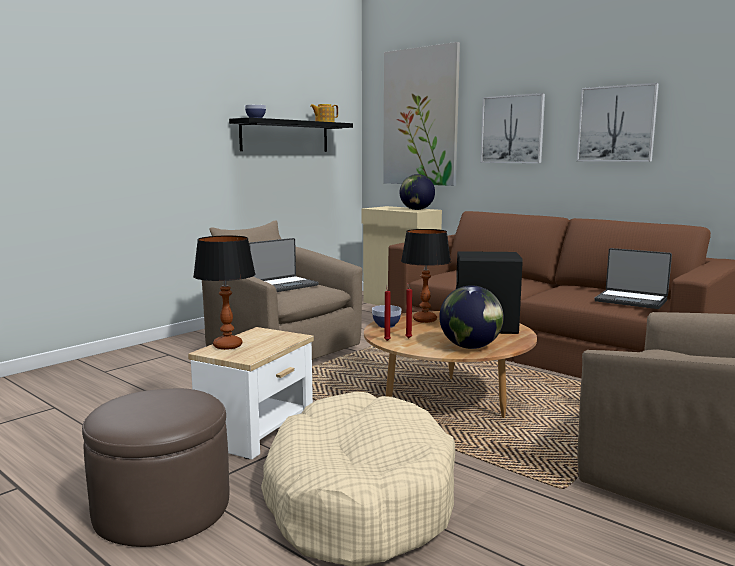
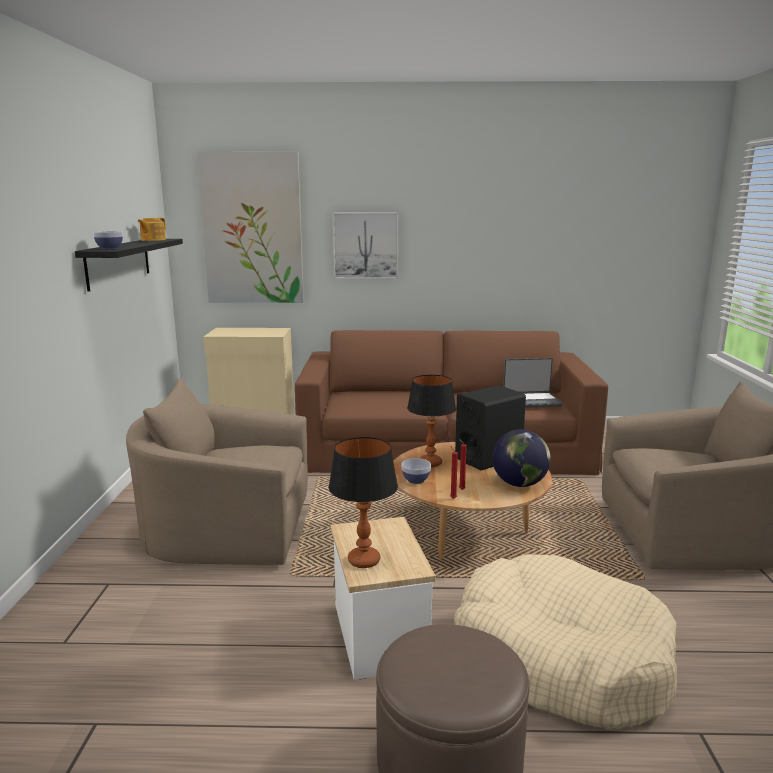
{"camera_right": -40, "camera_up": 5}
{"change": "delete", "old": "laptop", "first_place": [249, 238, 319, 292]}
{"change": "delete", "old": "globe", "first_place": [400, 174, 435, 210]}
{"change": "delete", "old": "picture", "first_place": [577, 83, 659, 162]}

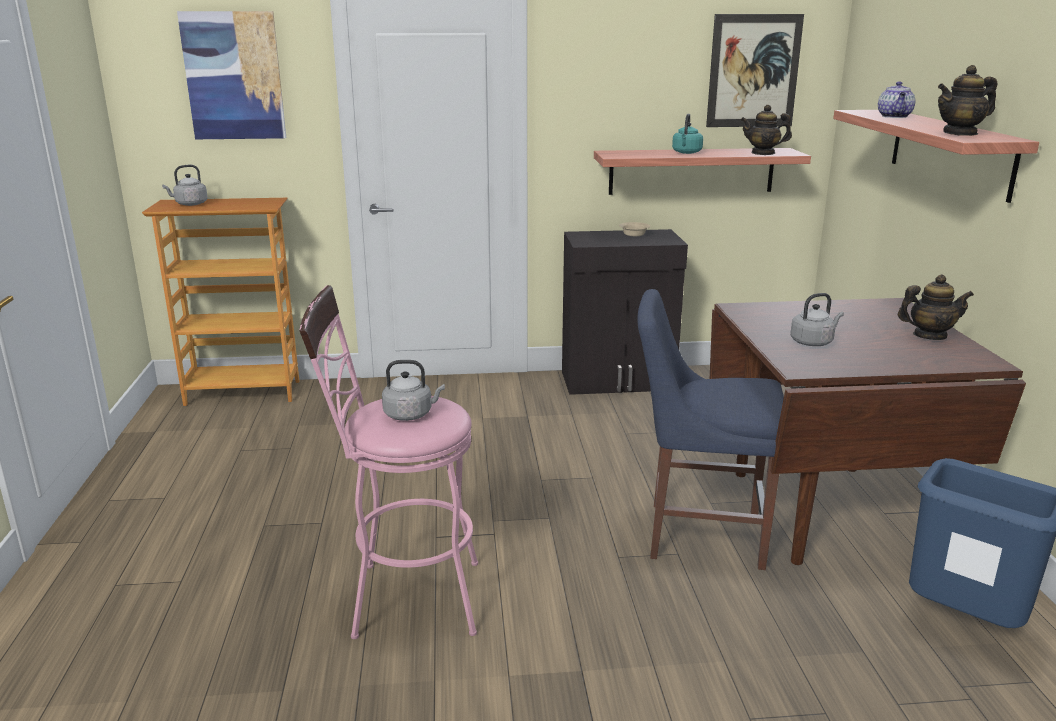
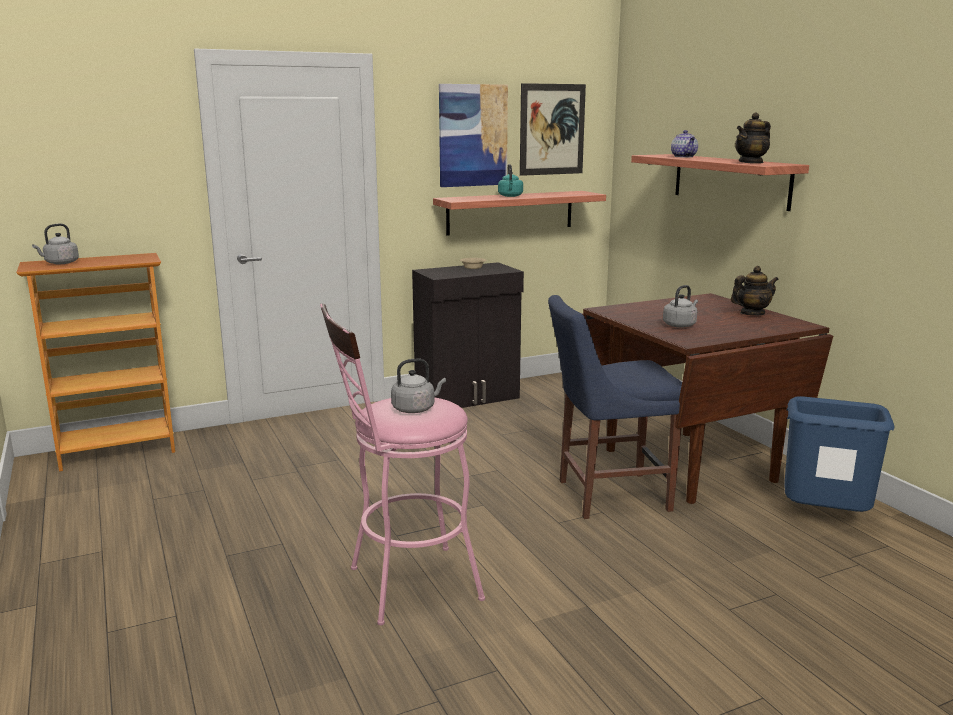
{"camera_right": -20, "camera_up": -5}
{"change": "move", "old": "picture", "first_place": [177, 11, 286, 139], "second_place": [439, 84, 508, 187]}
{"change": "delete", "old": "teapot", "first_place": [741, 105, 792, 155]}

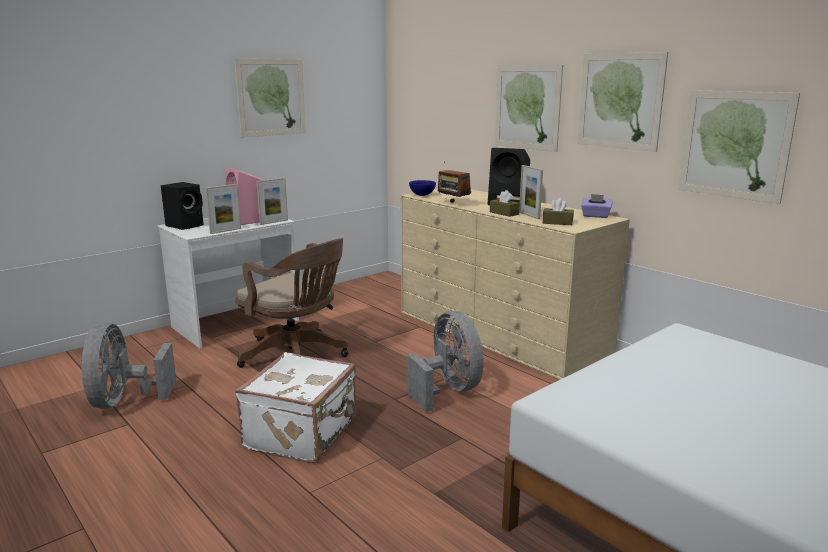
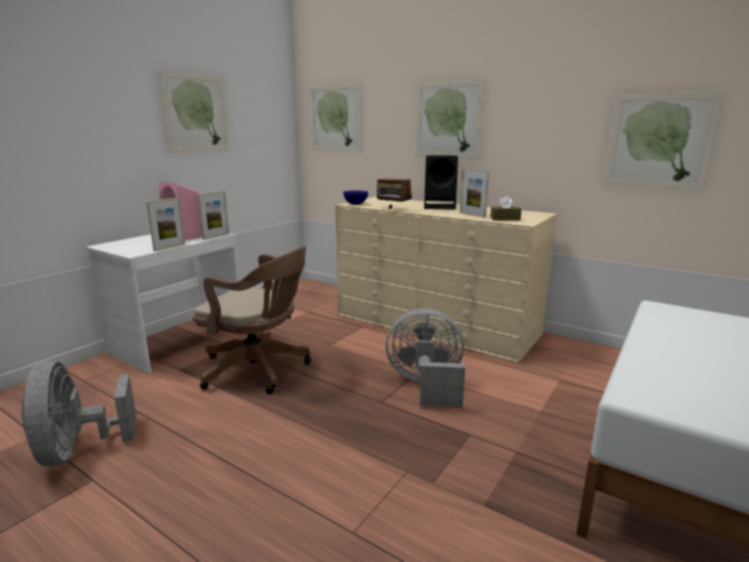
{"camera_right": -15, "camera_up": 0}
{"change": "move", "old": "picture", "first_place": [577, 52, 668, 152], "second_place": [310, 84, 361, 152]}
{"change": "rotate", "old": "fan in grey", "first_place": [408, 311, 484, 412], "second_place": [385, 308, 465, 408], "degrees": -45}
{"change": "delete", "old": "speaker in black", "first_place": [161, 182, 204, 230]}
{"change": "delete", "old": "suitcase in white", "first_place": [235, 352, 356, 463]}
{"change": "delete", "old": "tissue box in brown", "first_place": [490, 190, 520, 217]}
{"change": "delete", "old": "tissue box in purple", "first_place": [581, 194, 613, 218]}

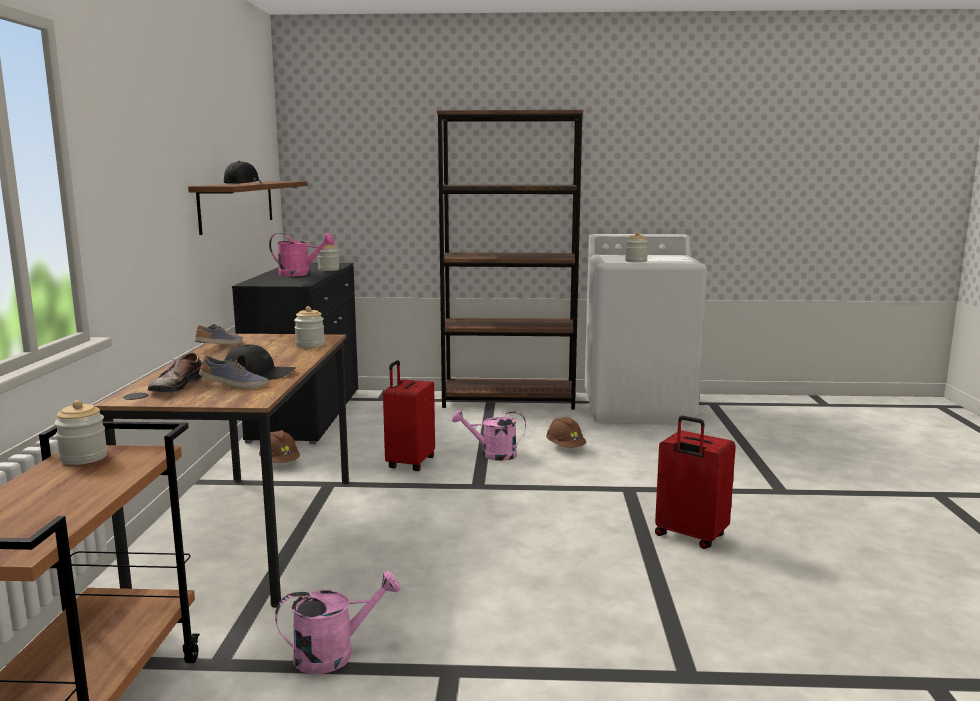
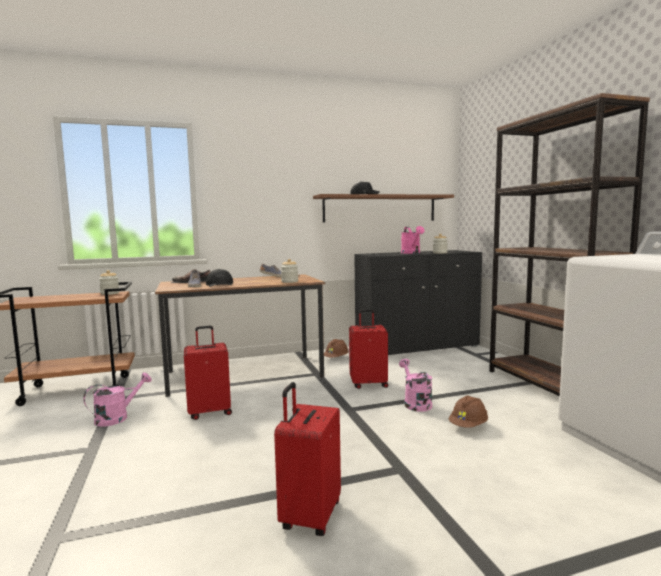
{"camera_right": 70, "camera_up": -5}
{"change": "rotate", "old": "watering can in pink", "first_place": [275, 571, 401, 674], "second_place": [83, 372, 152, 427], "degrees": -90}
{"change": "insert", "new": "suitcase in red", "second_place": [184, 326, 232, 420]}
{"change": "delete", "old": "jar", "first_place": [625, 232, 648, 263]}

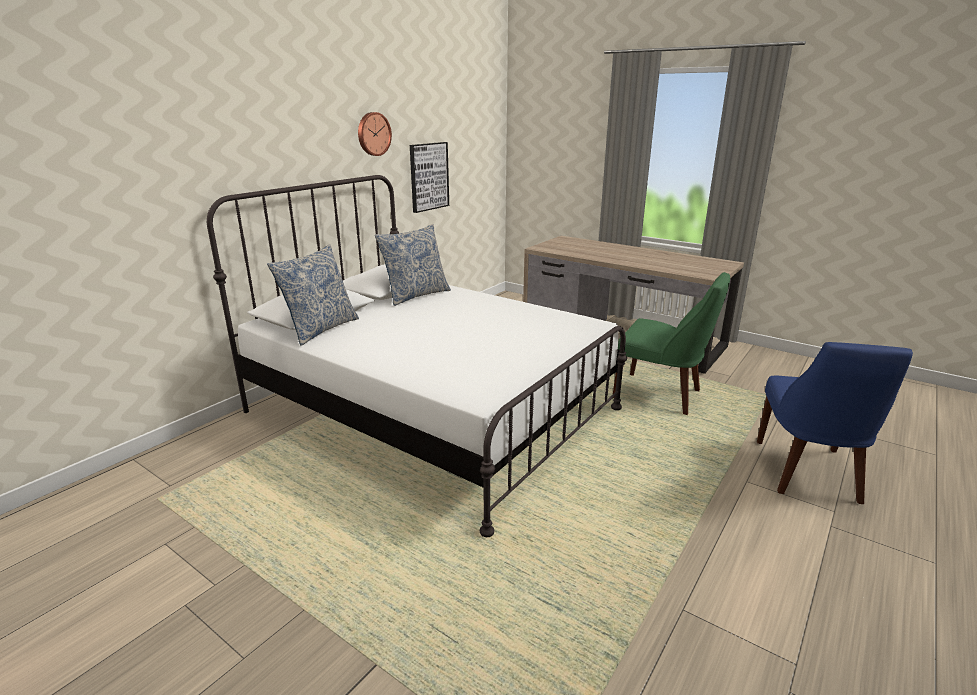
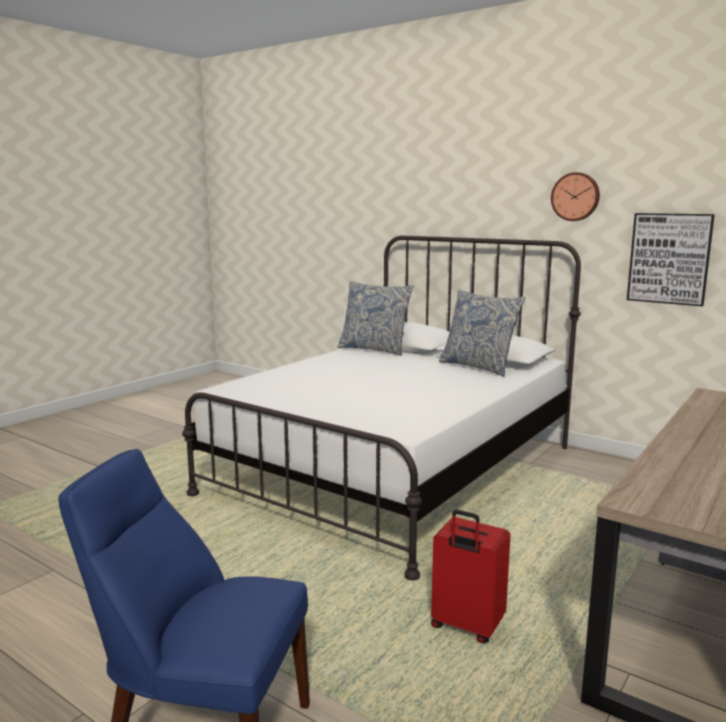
{"camera_right": 90, "camera_up": -10}
{"change": "replace", "old": "chair in green", "new": "suitcase in red", "first_place": [613, 272, 730, 415], "second_place": [431, 510, 511, 643]}

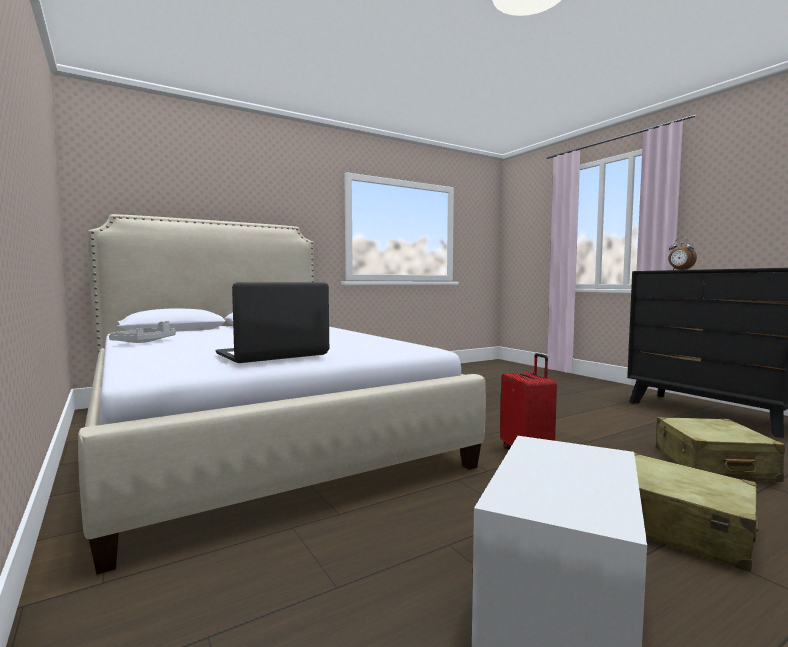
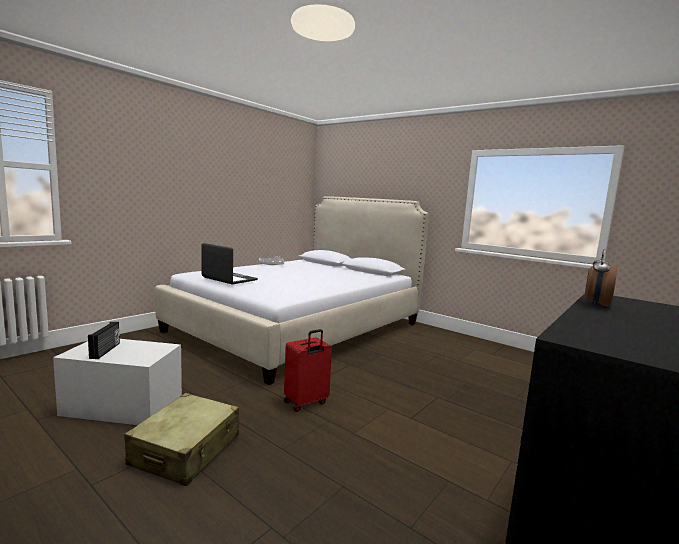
{"camera_right": 70, "camera_up": 5}
{"change": "insert", "new": "radio", "second_place": [88, 322, 120, 359]}
{"change": "delete", "old": "suitcase in beige", "first_place": [656, 417, 785, 482]}

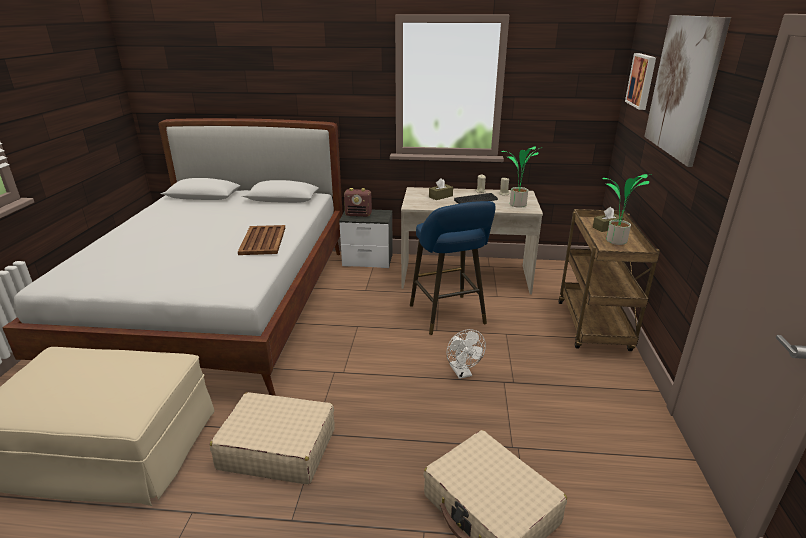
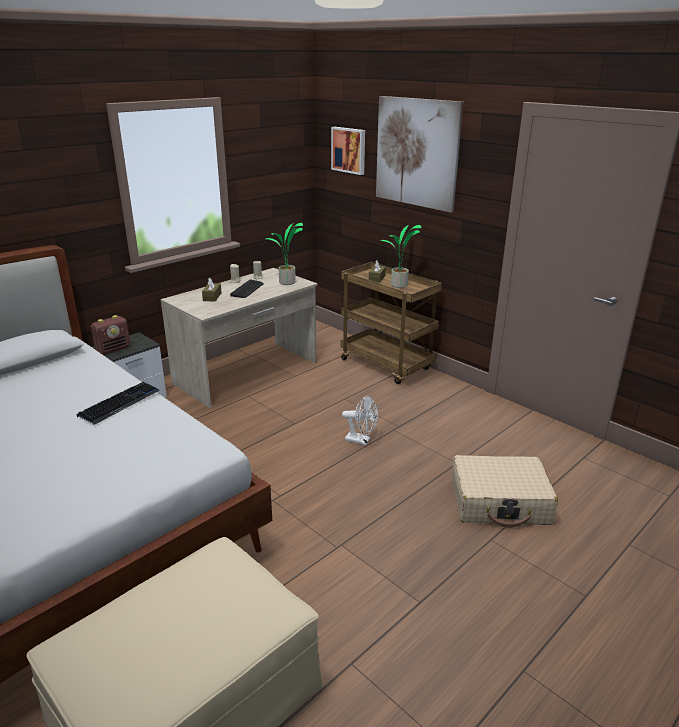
{"camera_right": -50, "camera_up": 0}
{"change": "replace", "old": "tray in brown", "new": "keyboard", "first_place": [238, 225, 285, 255], "second_place": [77, 382, 160, 425]}
{"change": "delete", "old": "suitcase in beige", "first_place": [210, 392, 335, 484]}
{"change": "delete", "old": "stool in blue", "first_place": [410, 201, 496, 335]}

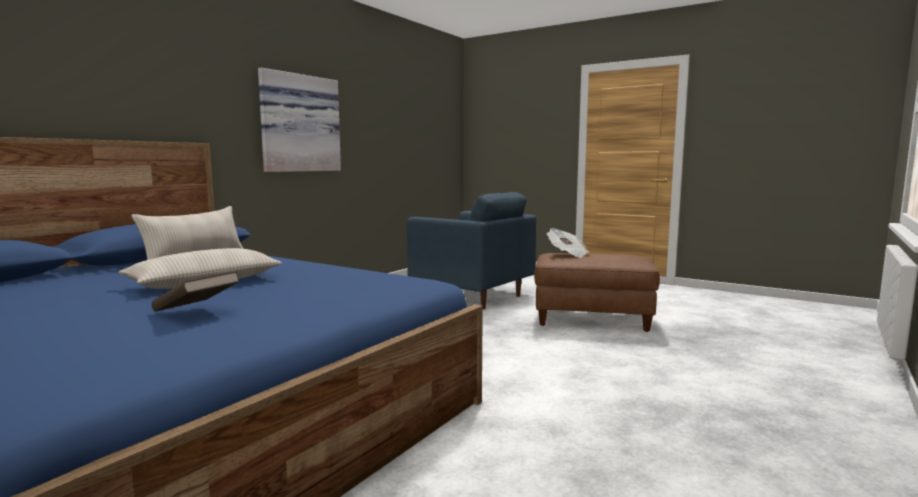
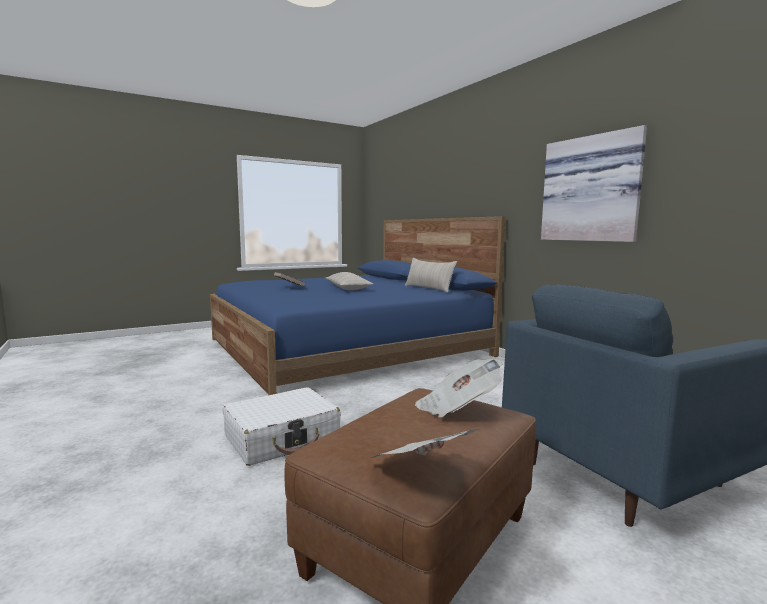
{"camera_right": 115, "camera_up": 0}
{"change": "insert", "new": "suitcase in white", "second_place": [223, 387, 341, 466]}
{"change": "insert", "new": "newspaper", "second_place": [370, 429, 480, 458]}

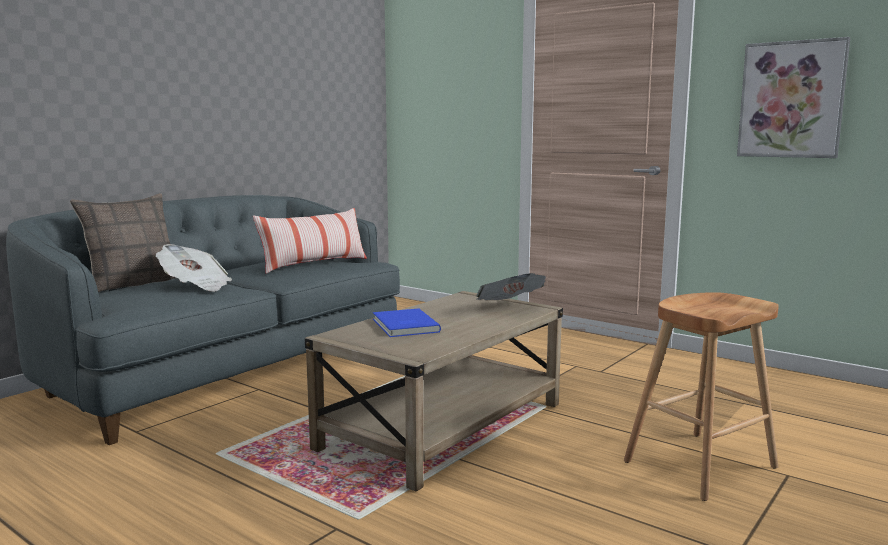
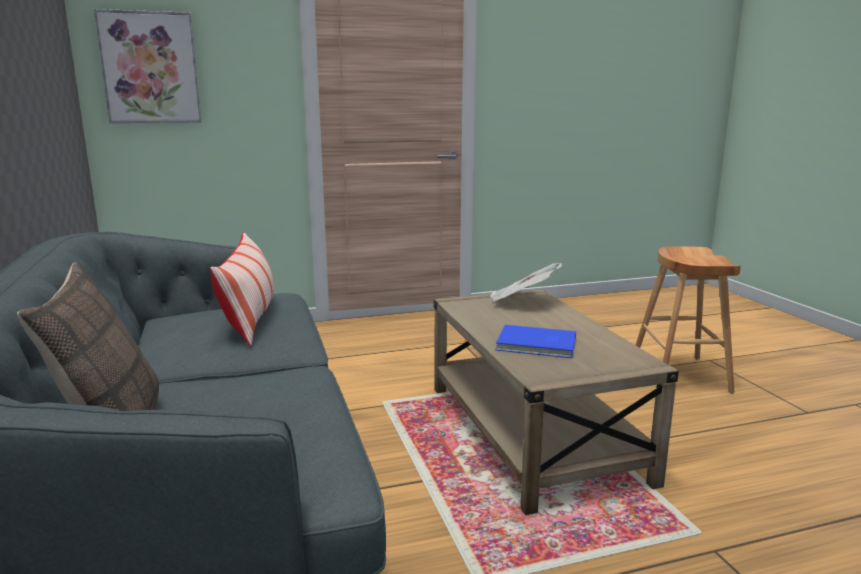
{"camera_right": -55, "camera_up": 5}
{"change": "move", "old": "picture", "first_place": [737, 37, 850, 158], "second_place": [94, 9, 201, 123]}
{"change": "delete", "old": "newspaper", "first_place": [156, 244, 232, 292]}

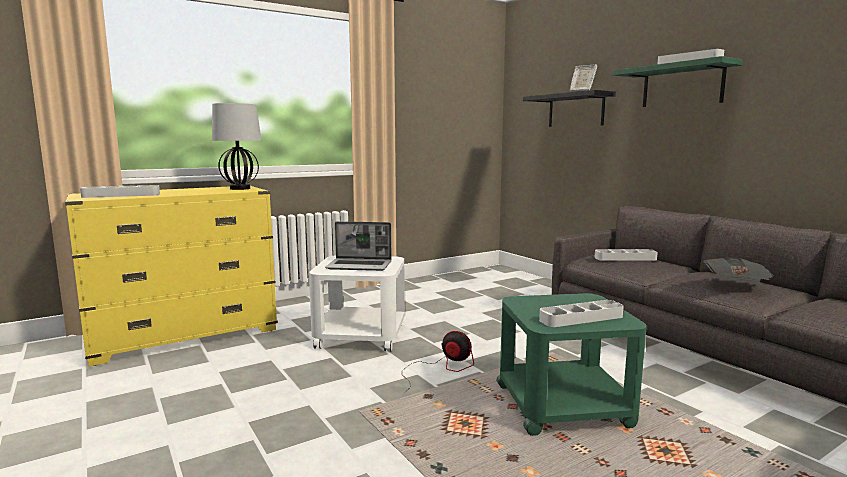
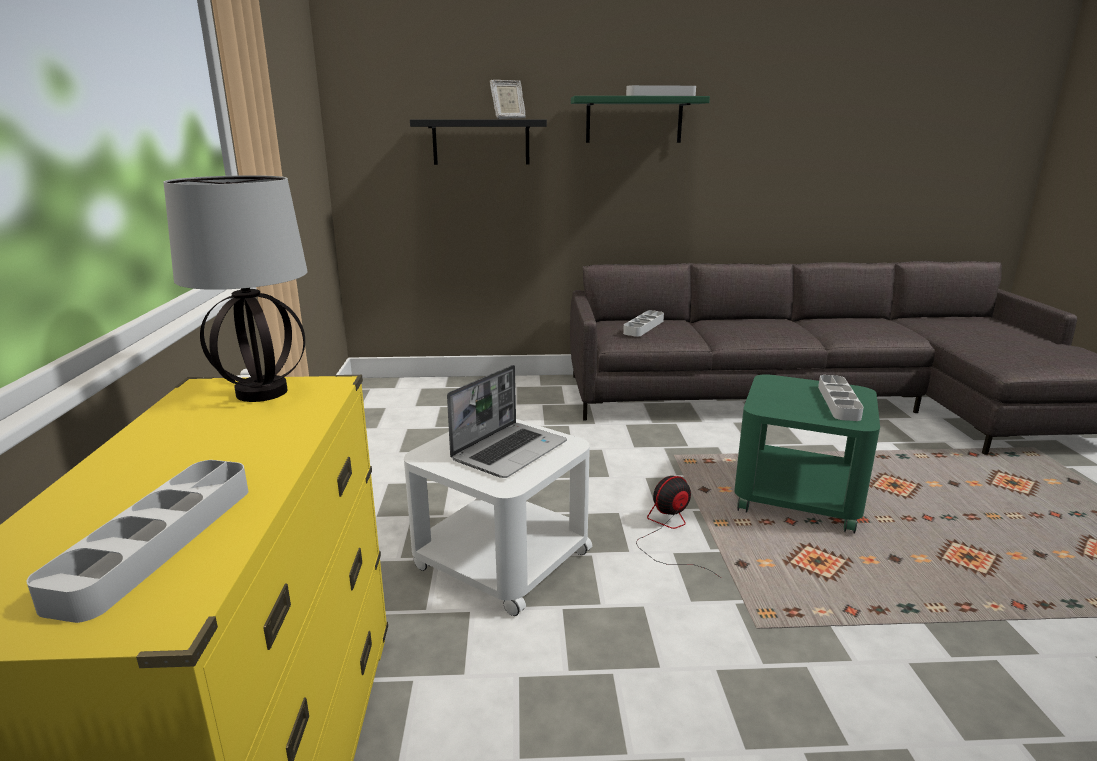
{"camera_right": -60, "camera_up": 10}
{"change": "delete", "old": "newspaper", "first_place": [703, 258, 774, 282]}

